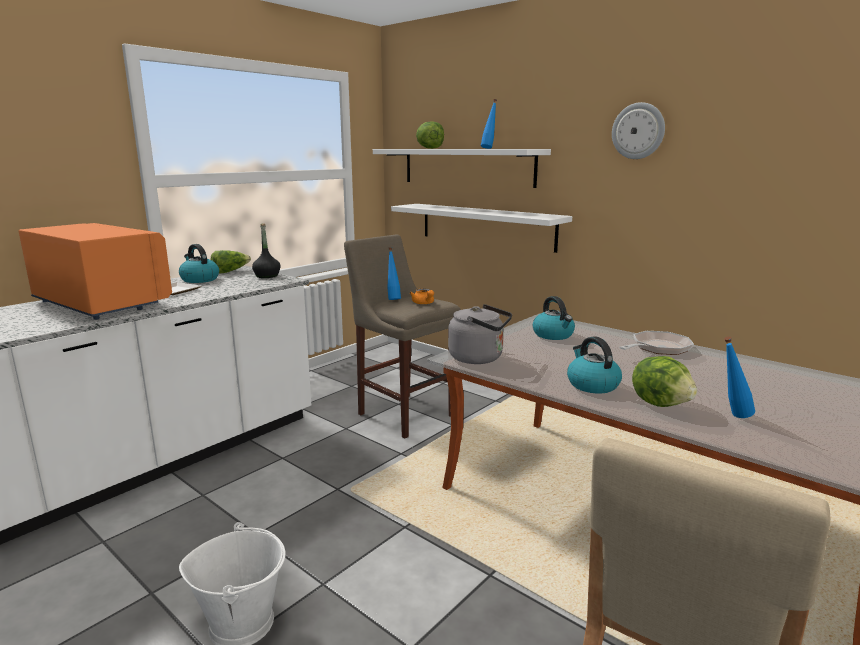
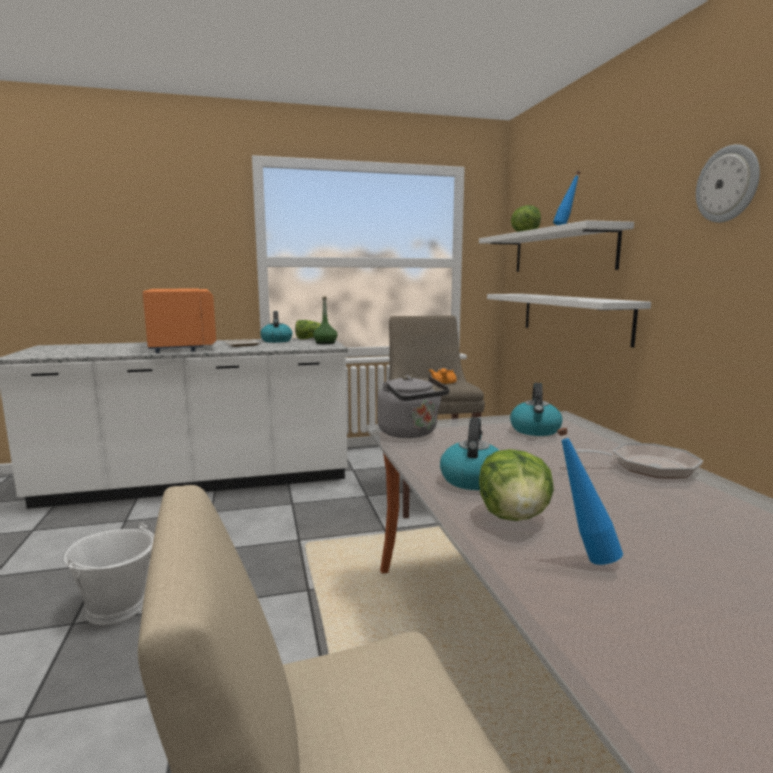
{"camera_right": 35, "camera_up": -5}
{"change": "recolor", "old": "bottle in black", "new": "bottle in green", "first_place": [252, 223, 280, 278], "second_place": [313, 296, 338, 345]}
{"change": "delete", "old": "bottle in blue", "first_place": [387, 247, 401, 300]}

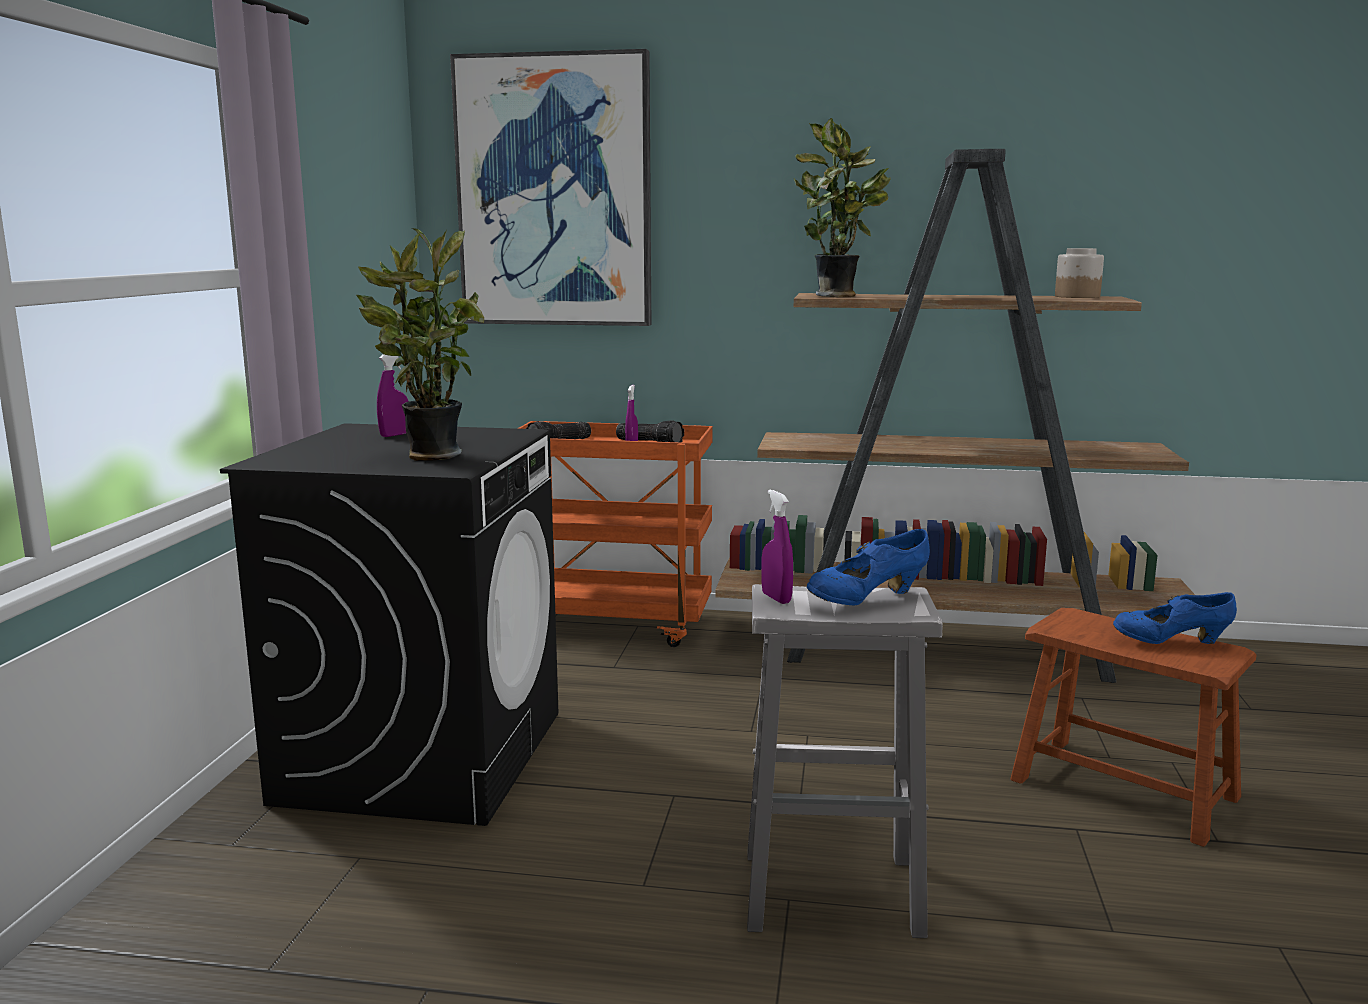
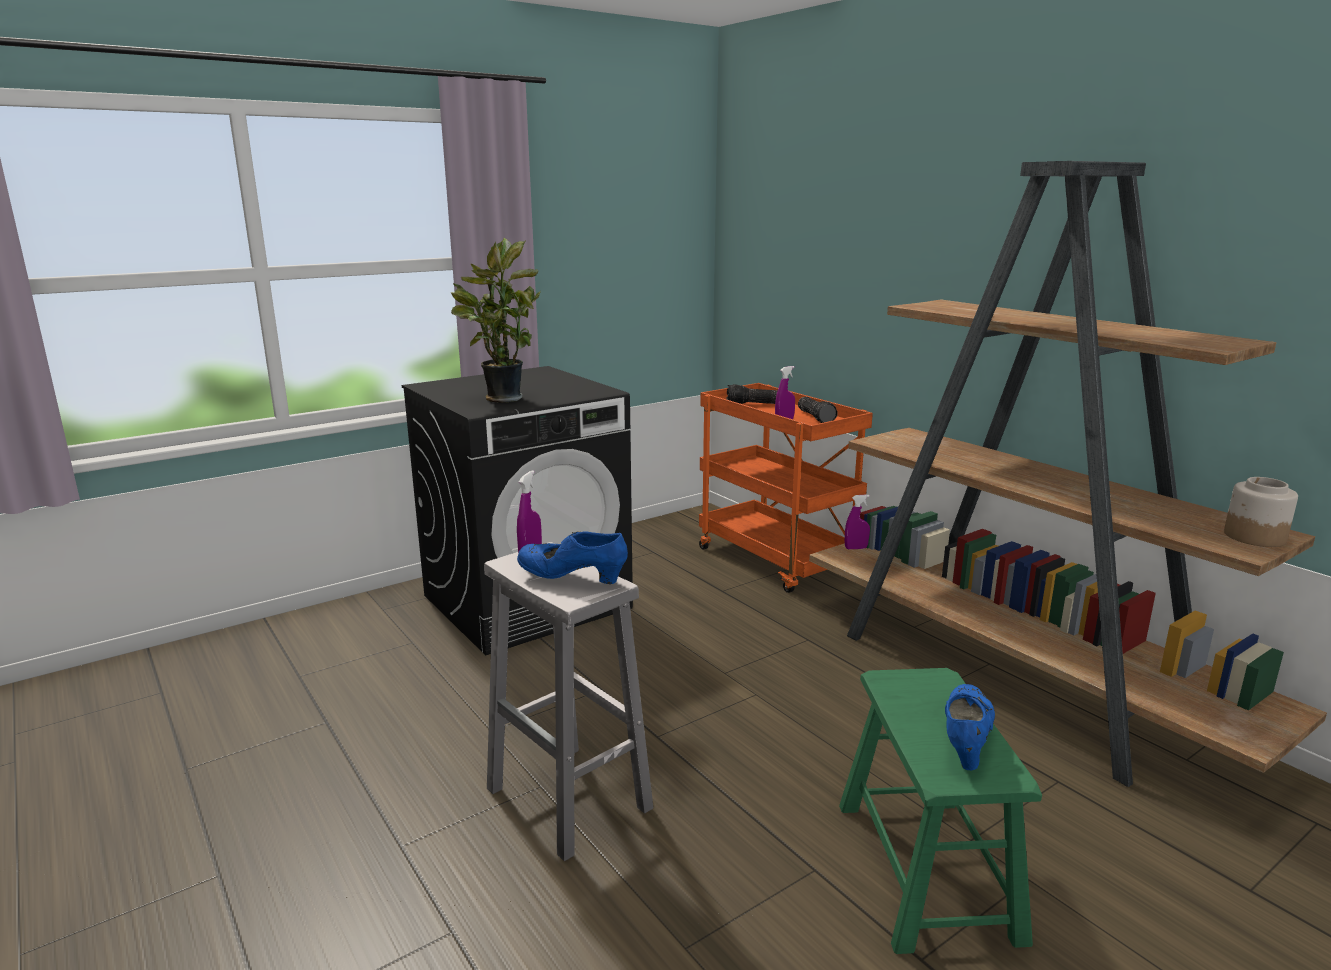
{"camera_right": 45, "camera_up": 5}
{"change": "recolor", "old": "stool in brown", "new": "stool in green", "first_place": [1010, 608, 1257, 847], "second_place": [839, 668, 1042, 954]}
{"change": "move", "old": "spray bottle in purple", "first_place": [377, 352, 408, 437], "second_place": [845, 495, 870, 549]}
{"change": "rotate", "old": "shoe in blue", "first_place": [1113, 592, 1237, 644], "second_place": [945, 684, 995, 771], "degrees": 60}
{"change": "move", "old": "jar", "first_place": [1055, 248, 1104, 298], "second_place": [1224, 477, 1298, 547]}
{"change": "delete", "old": "picture", "first_place": [450, 49, 651, 326]}
{"change": "delete", "old": "potted plant", "first_place": [794, 118, 891, 297]}

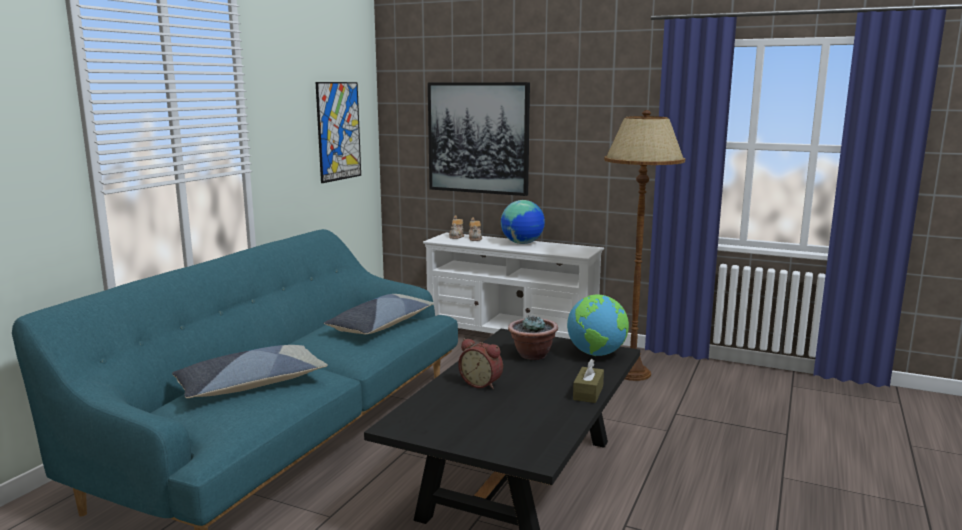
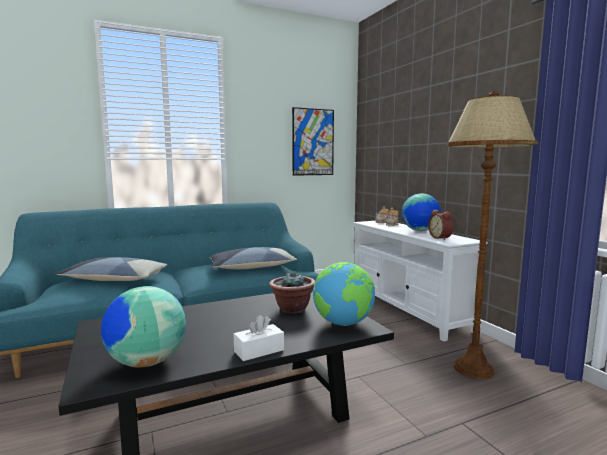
{"camera_right": 40, "camera_up": -5}
{"change": "insert", "new": "globe", "second_place": [101, 286, 186, 367]}
{"change": "recolor", "old": "tissue box in brown", "new": "tissue box in white", "first_place": [573, 359, 604, 403], "second_place": [234, 315, 284, 361]}
{"change": "move", "old": "alarm clock", "first_place": [458, 338, 503, 389], "second_place": [428, 210, 454, 240]}
{"change": "delete", "old": "picture", "first_place": [428, 82, 530, 196]}

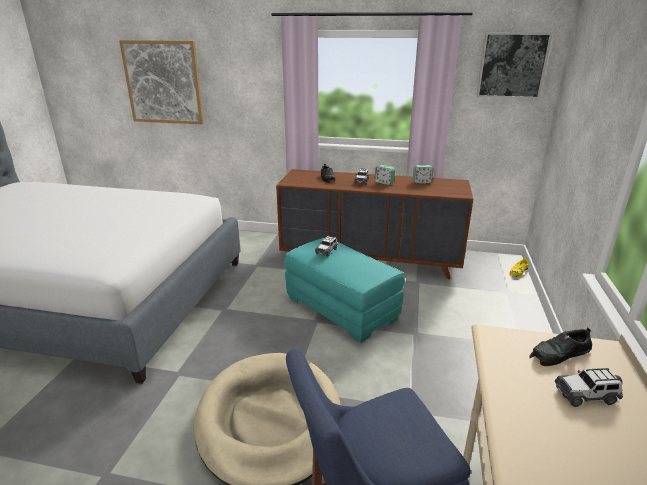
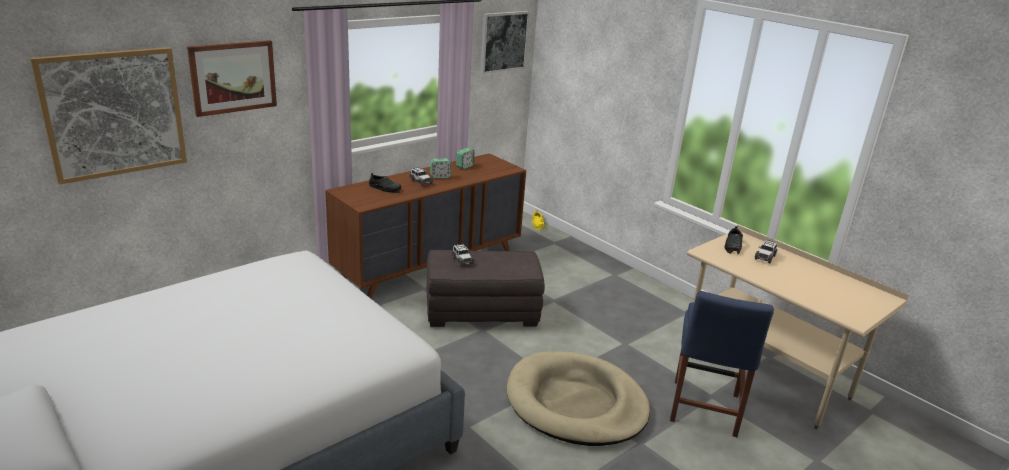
{"camera_right": -55, "camera_up": 0}
{"change": "insert", "new": "picture", "second_place": [187, 40, 277, 117]}
{"change": "recolor", "old": "ottoman in turquoise", "new": "ottoman in grey", "first_place": [284, 238, 405, 343], "second_place": [427, 250, 545, 327]}

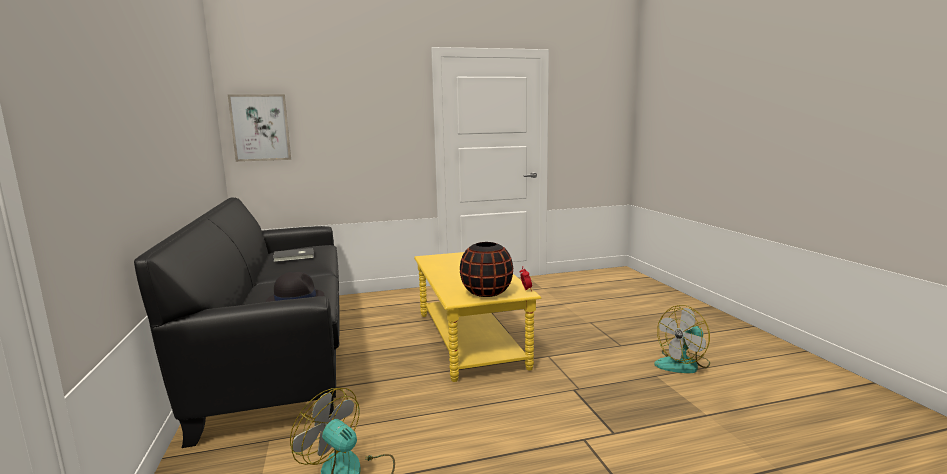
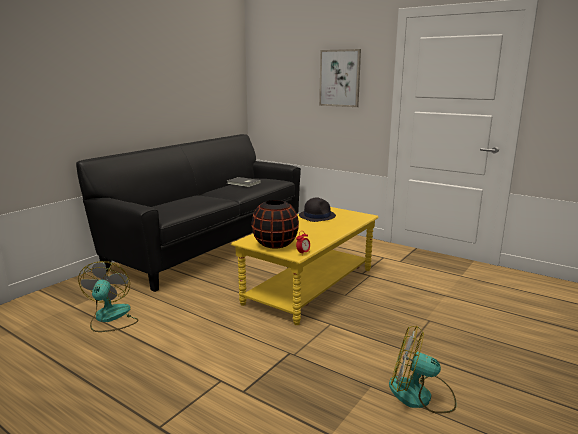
{"camera_right": 50, "camera_up": 5}
{"change": "move", "old": "hat in black", "first_place": [266, 272, 324, 302], "second_place": [299, 197, 336, 222]}
{"change": "move", "old": "picture", "first_place": [228, 94, 291, 162], "second_place": [319, 49, 361, 107]}

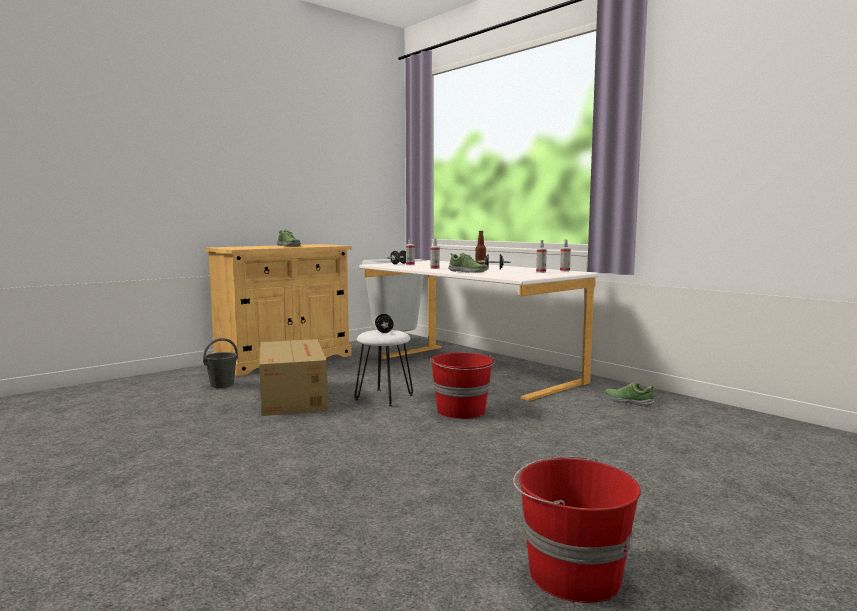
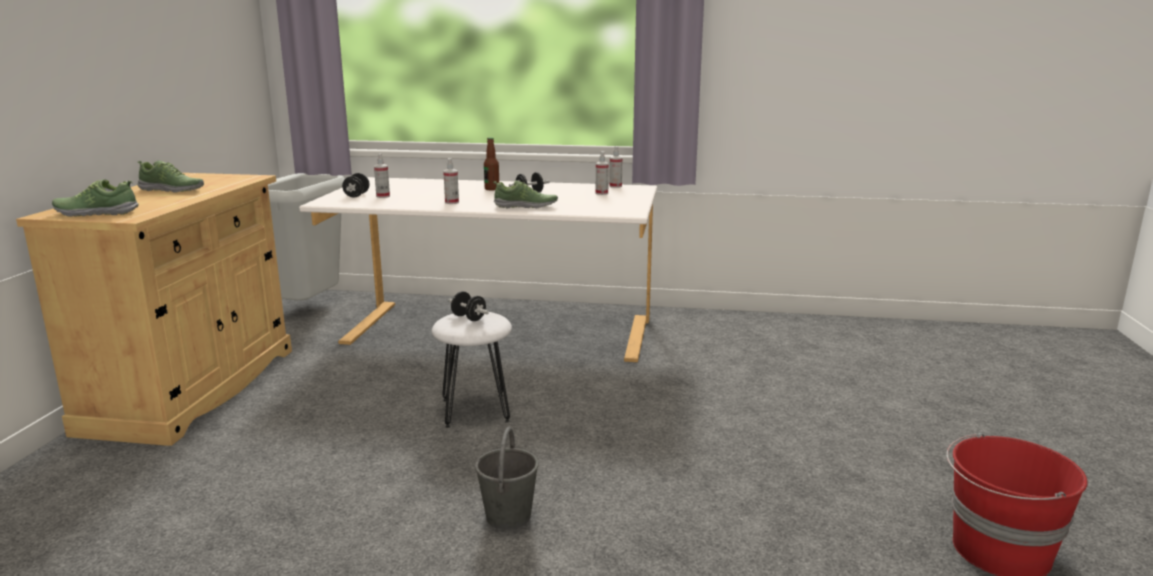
{"camera_right": -40, "camera_up": 10}
{"change": "move", "old": "shoe", "first_place": [604, 382, 654, 407], "second_place": [52, 179, 139, 217]}
{"change": "move", "old": "bucket in grey", "first_place": [203, 338, 238, 388], "second_place": [475, 427, 539, 530]}
{"change": "delete", "old": "cardboard box", "first_place": [259, 339, 328, 416]}
{"change": "delete", "old": "bucket in red", "first_place": [430, 353, 495, 419]}

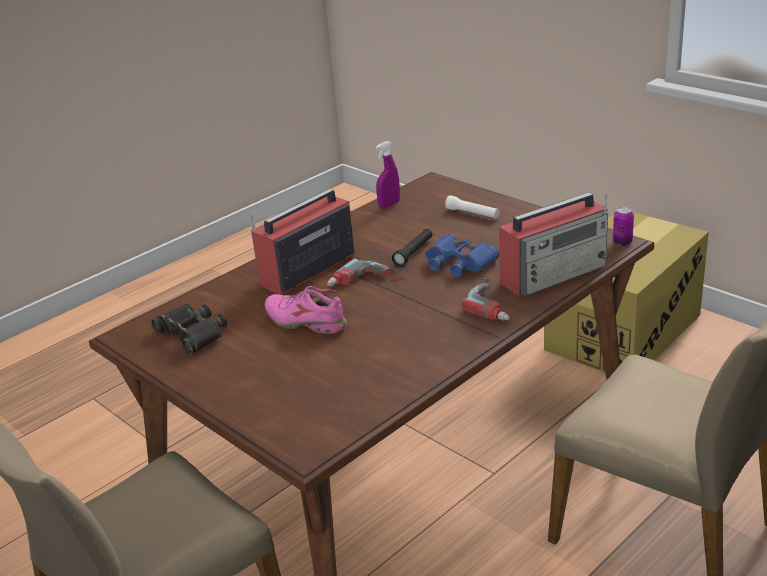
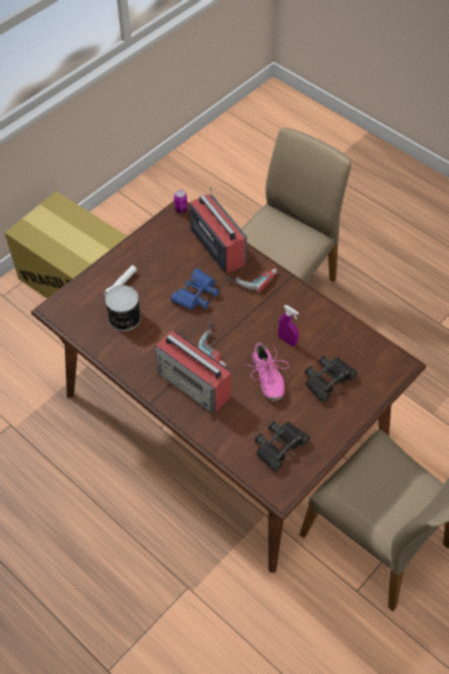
{"camera_right": -95, "camera_up": 25}
{"change": "insert", "new": "can", "second_place": [105, 285, 141, 331]}
{"change": "rotate", "old": "shoe in pink", "first_place": [264, 286, 347, 334], "second_place": [243, 342, 289, 401], "degrees": -45}
{"change": "move", "old": "spray bottle in purple", "first_place": [376, 141, 400, 209], "second_place": [278, 305, 299, 346]}
{"change": "insert", "new": "binoculars in black", "second_place": [304, 356, 357, 402]}
{"change": "delete", "old": "flashlight in black", "first_place": [392, 229, 432, 266]}

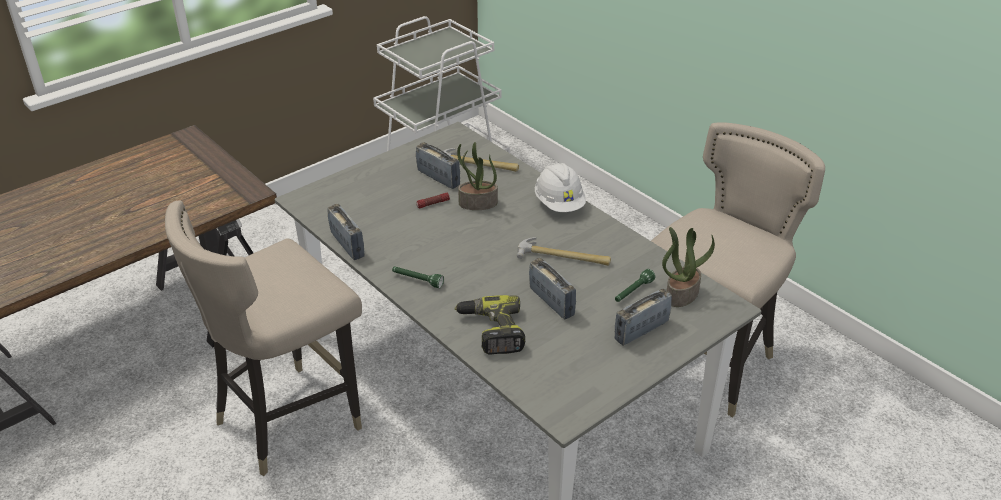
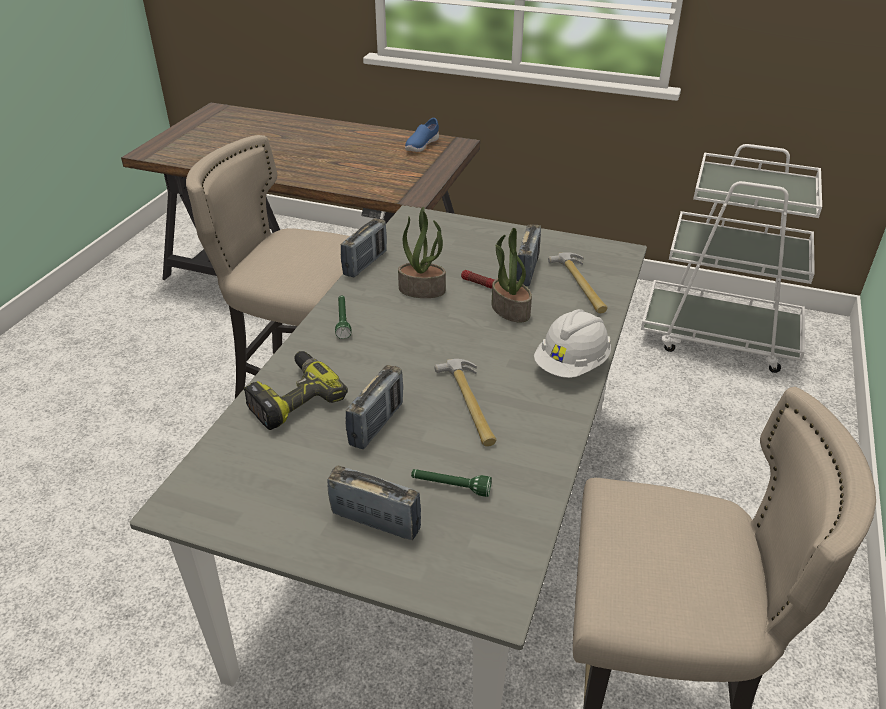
{"camera_right": 60, "camera_up": 0}
{"change": "move", "old": "potted plant", "first_place": [662, 227, 715, 307], "second_place": [398, 207, 446, 298]}
{"change": "insert", "new": "shoe in blue", "second_place": [405, 118, 439, 152]}

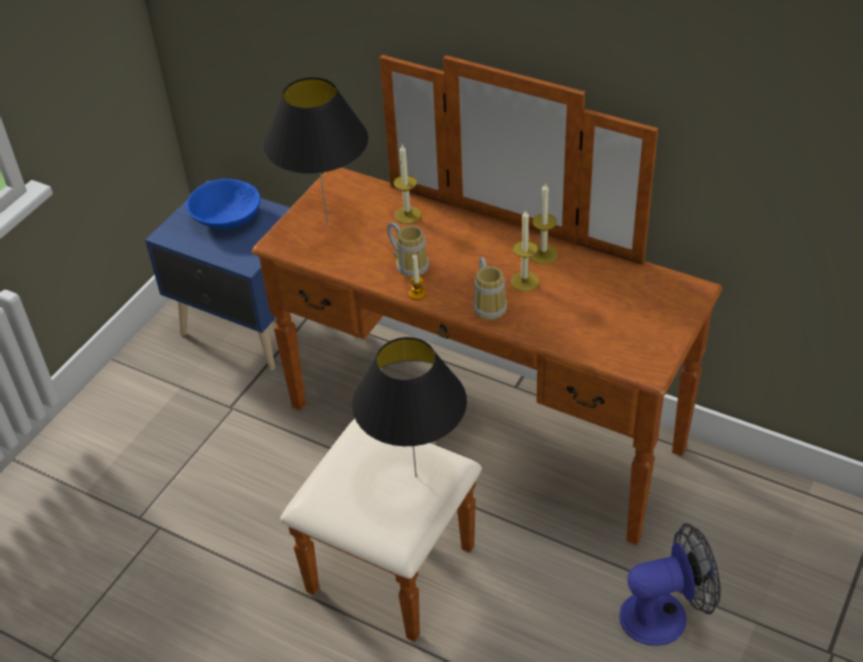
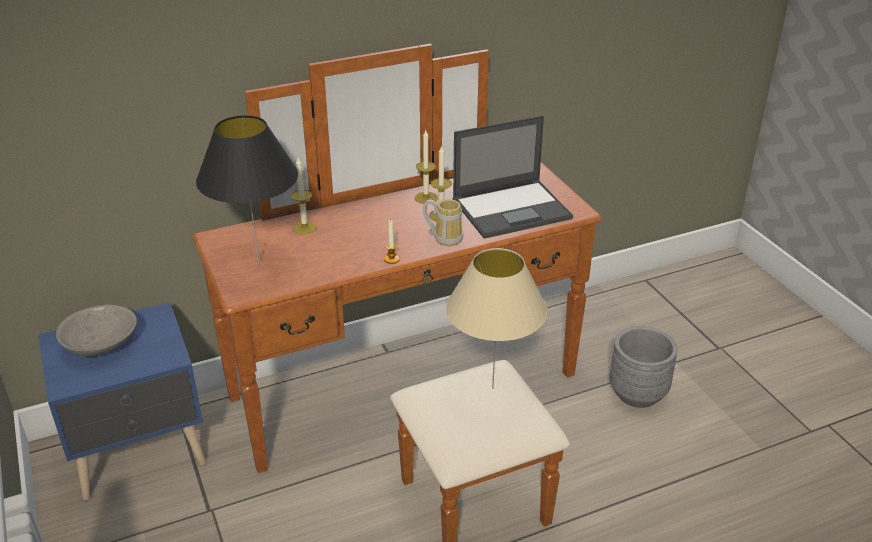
{"camera_right": -55, "camera_up": -10}
{"change": "recolor", "old": "bowl in blue", "new": "bowl in grey", "first_place": [186, 179, 261, 228], "second_place": [56, 304, 137, 357]}
{"change": "recolor", "old": "table lamp in black", "new": "table lamp in beige", "first_place": [352, 337, 467, 477], "second_place": [446, 248, 548, 389]}
{"change": "insert", "new": "laptop", "second_place": [453, 115, 573, 239]}
{"change": "replace", "old": "fan", "new": "planter in grey", "first_place": [619, 523, 721, 646], "second_place": [609, 326, 678, 408]}
{"change": "delete", "old": "mug", "first_place": [387, 222, 429, 278]}

